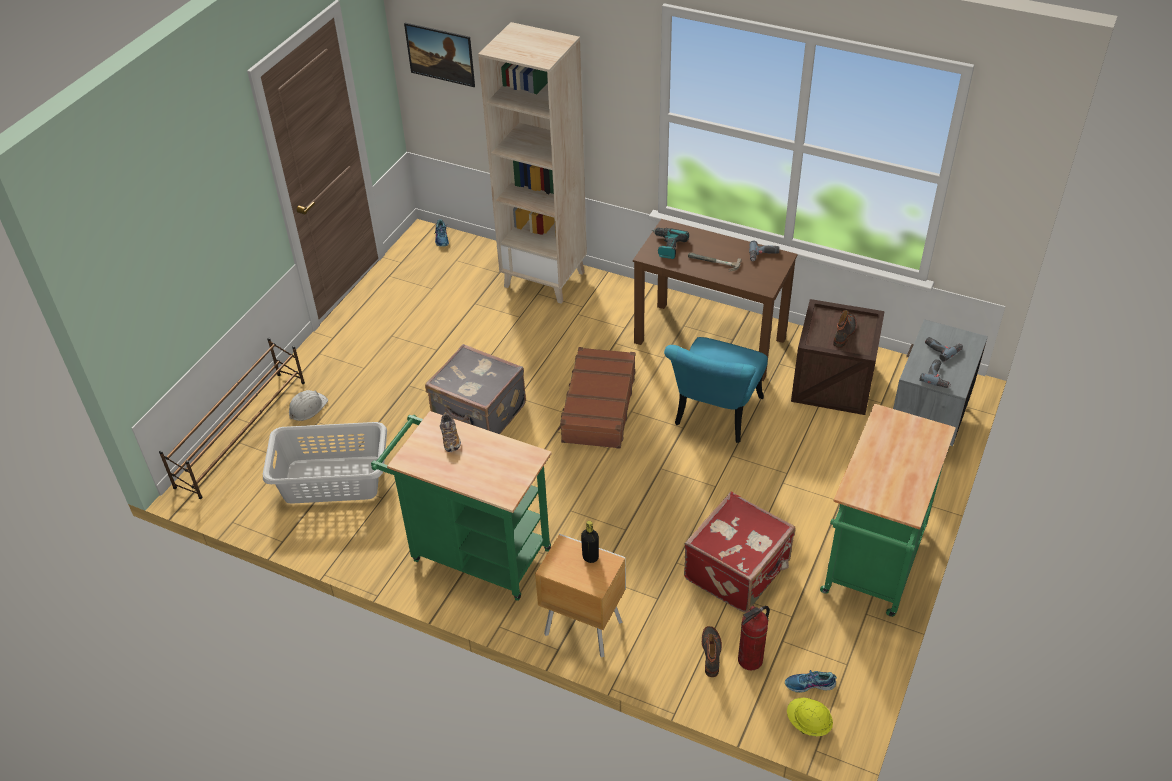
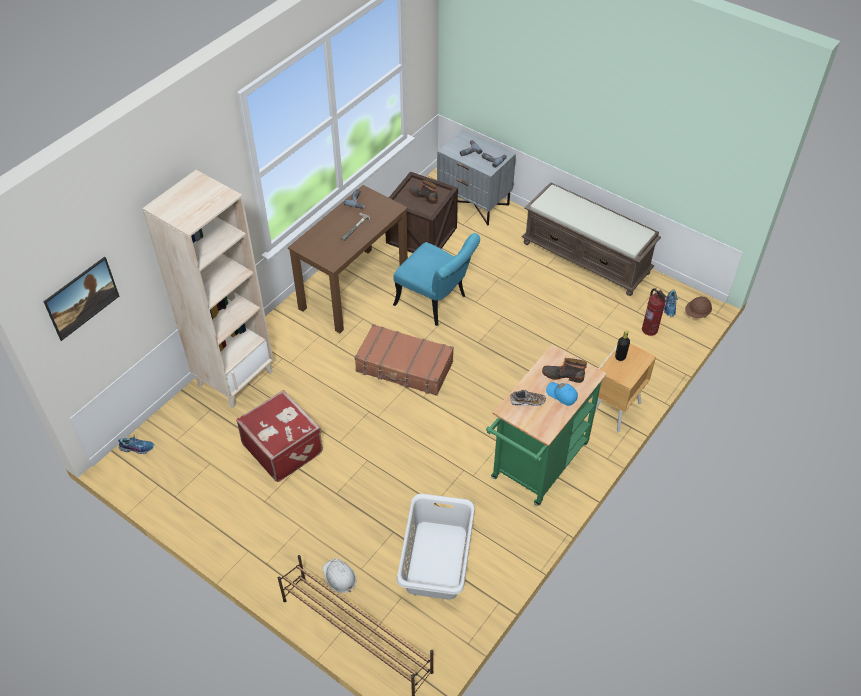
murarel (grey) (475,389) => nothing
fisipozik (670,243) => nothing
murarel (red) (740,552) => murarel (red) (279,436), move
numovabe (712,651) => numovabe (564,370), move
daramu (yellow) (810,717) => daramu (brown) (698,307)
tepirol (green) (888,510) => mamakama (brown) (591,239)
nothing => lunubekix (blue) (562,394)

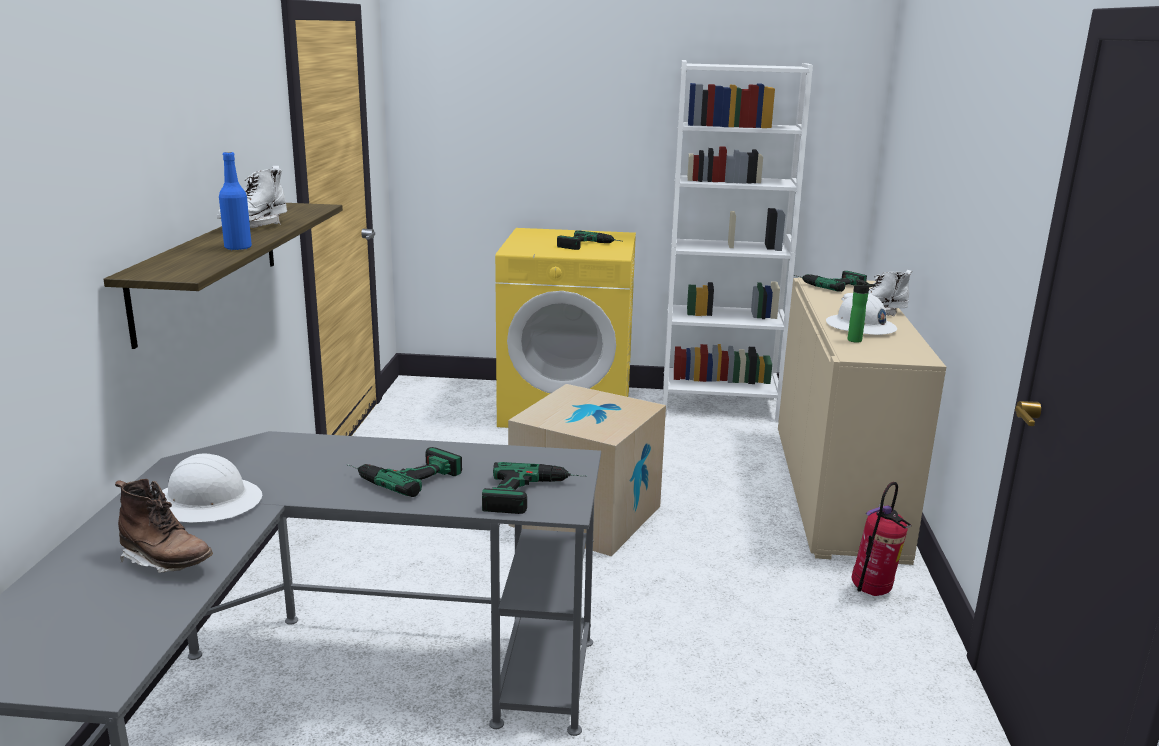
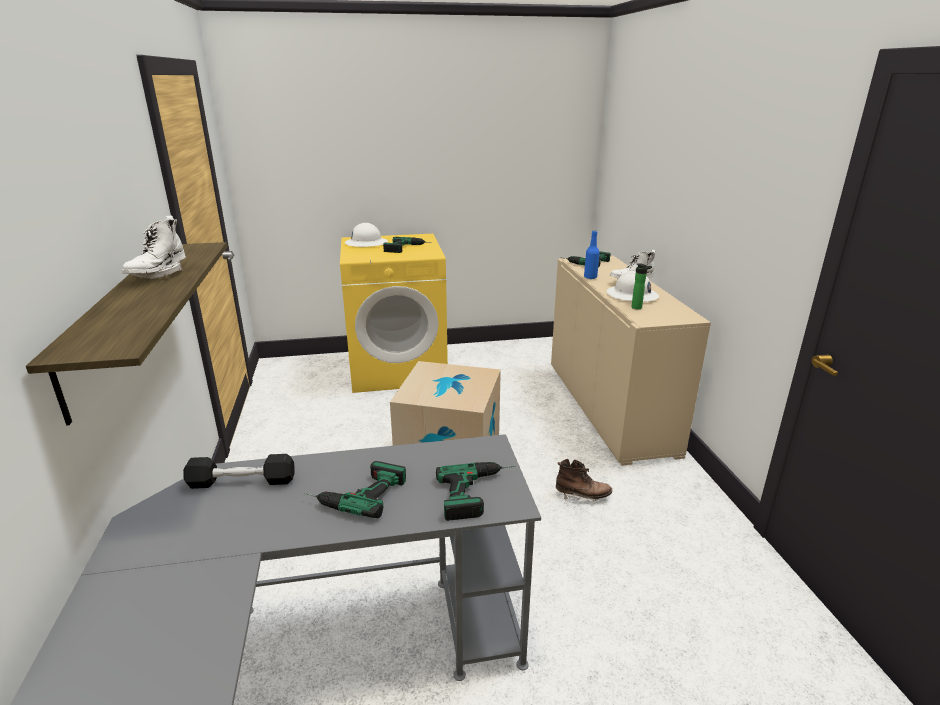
numovabe (brown) (164,526) => numovabe (brown) (584,480), move
daramu (white) (212,488) => daramu (white) (366,235), move
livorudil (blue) (235,201) => livorudil (blue) (592,254), move
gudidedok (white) (738,241) => nothing
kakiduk (881,539) => nothing
nothing => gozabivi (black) (239,471)

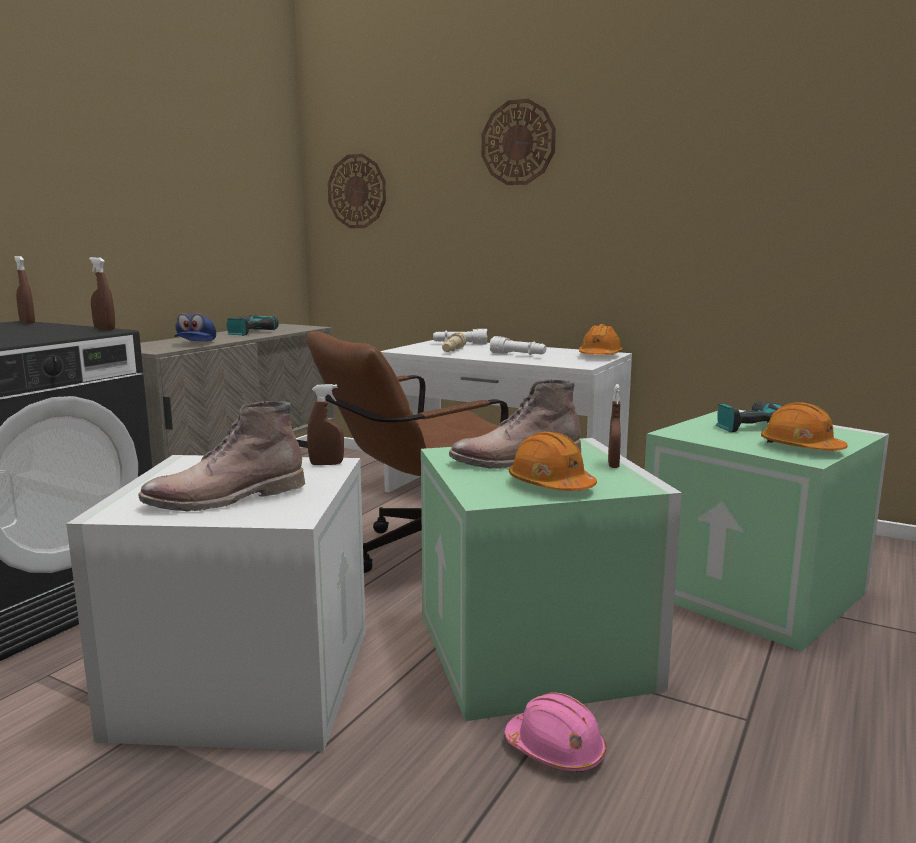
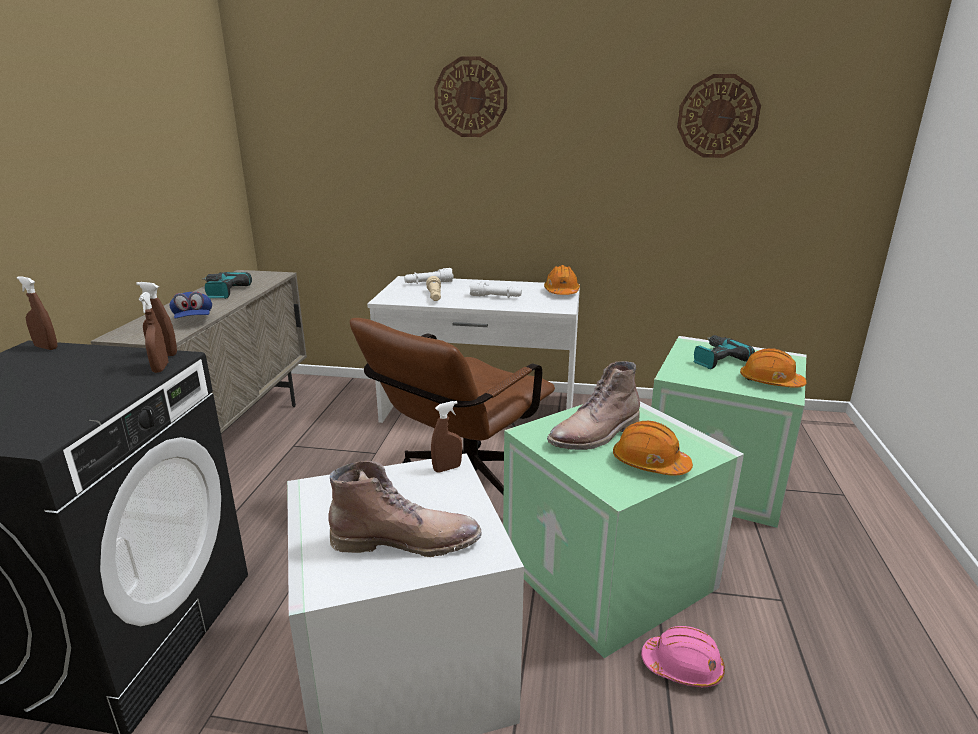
numovabe (brown) (222,456) => numovabe (brown) (404,509), 135 degrees counterclockwise
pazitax (357,191) => pazitax (719,116), move
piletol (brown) (614,426) => piletol (brown) (153,332), move

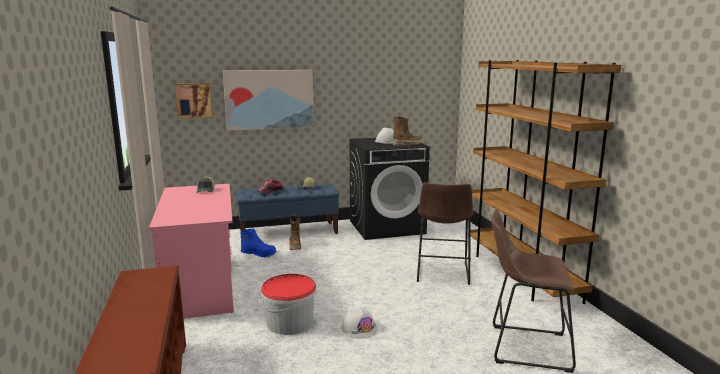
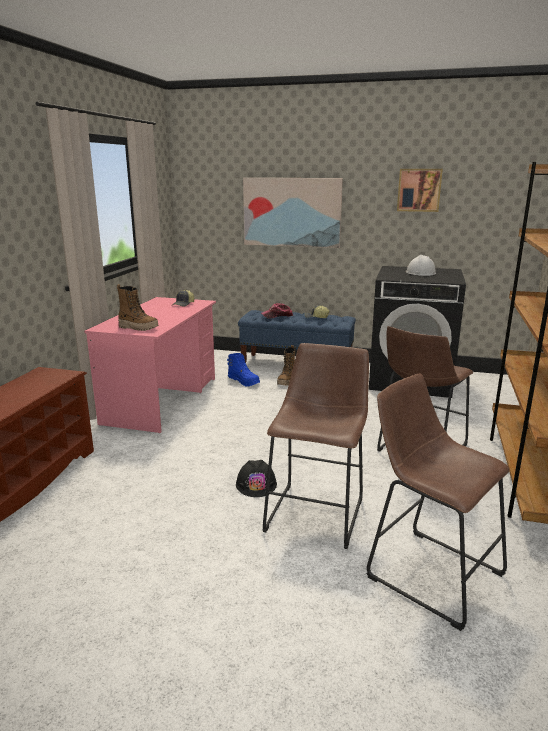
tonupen (193,101) => tonupen (420,190), move
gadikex (289,304) => nothing
daramu (white) (360,323) => daramu (black) (256,478)
numovabe (407,131) => numovabe (138,307), move
nothing => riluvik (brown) (316,446)

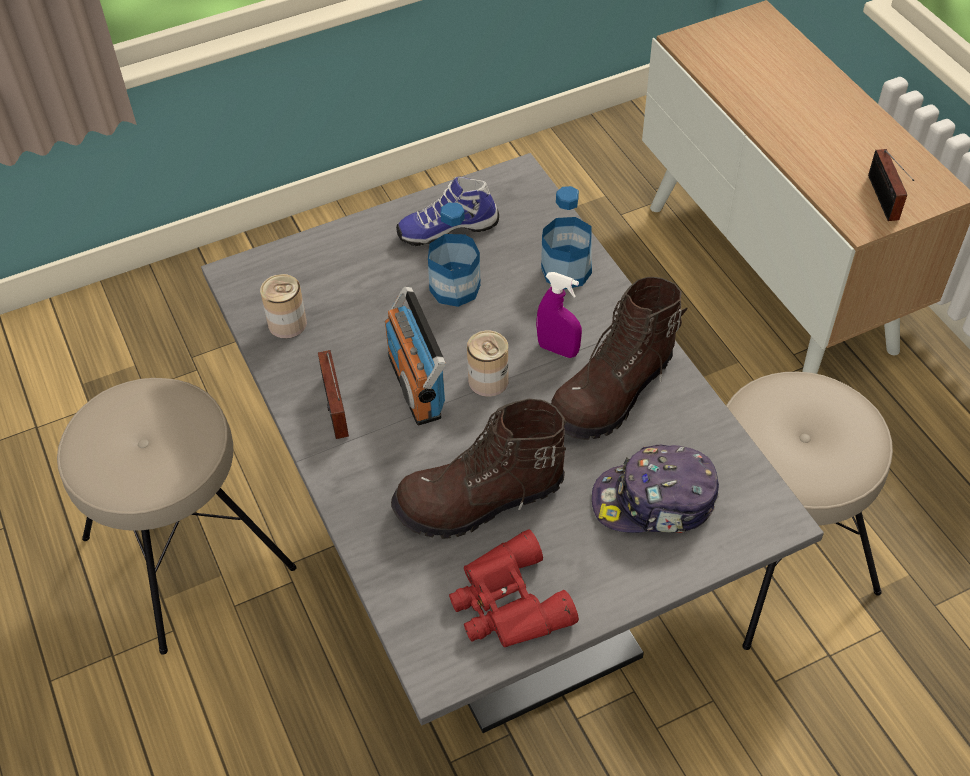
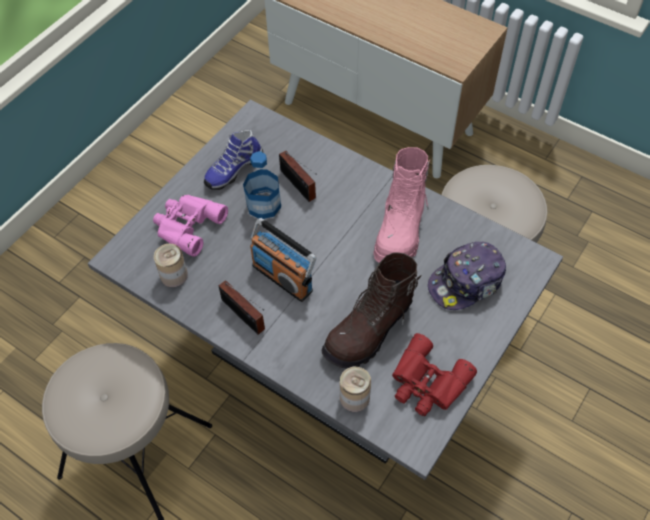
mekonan (487,364) => mekonan (355,389), move
piletol (purple) (559,315) => nothing
livorudil (566,237) => nothing
numovabe (brown) (619,358) => numovabe (pink) (402,205)
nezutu (891,185) => nezutu (298,176), move
nothing => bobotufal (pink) (190,226)

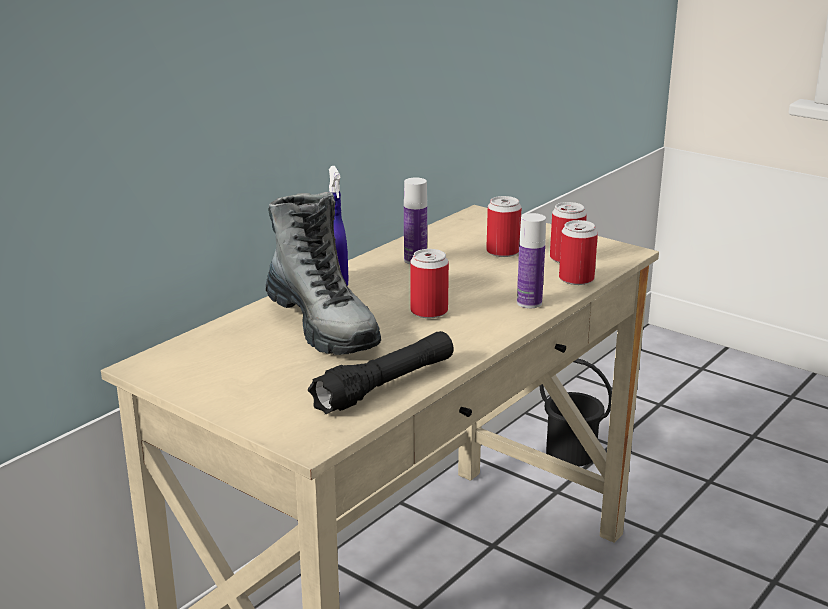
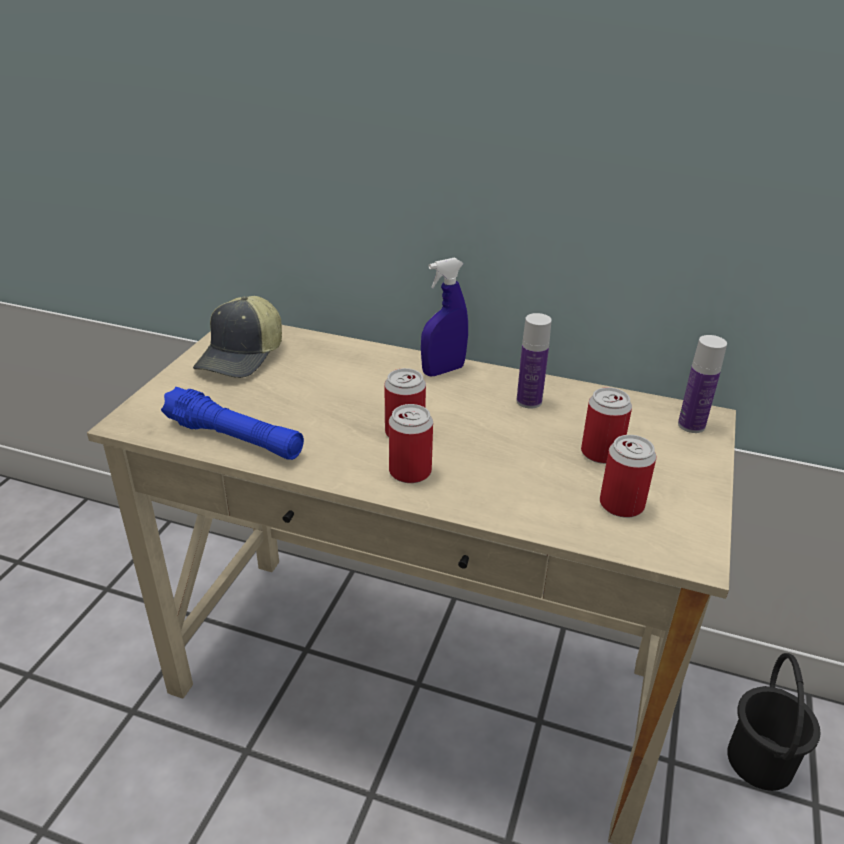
numovabe (323,273) => nothing
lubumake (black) (381,372) => lubumake (blue) (232,423)
livorudil (531,260) => livorudil (702,384), move
mekonan (578,252) => mekonan (411,443), move
nothing => lunubekix (237,337)

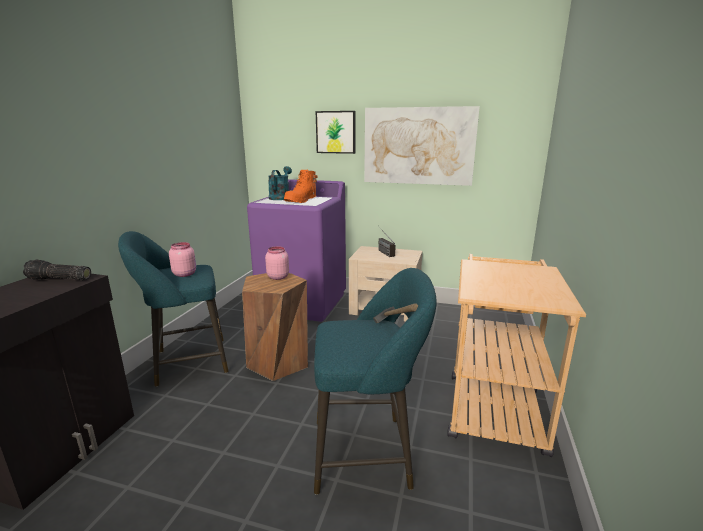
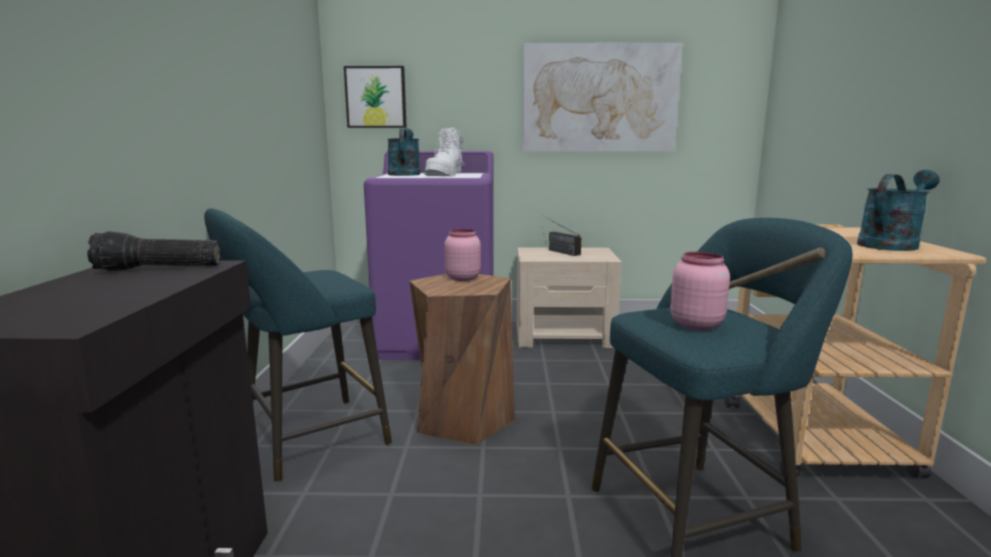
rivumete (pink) (182,259) => rivumete (pink) (700,291), move
numovabe (orange) (301,186) => numovabe (white) (444,151)
tonupen (336,132) => tonupen (375,97), move
nothing => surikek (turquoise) (898,210)

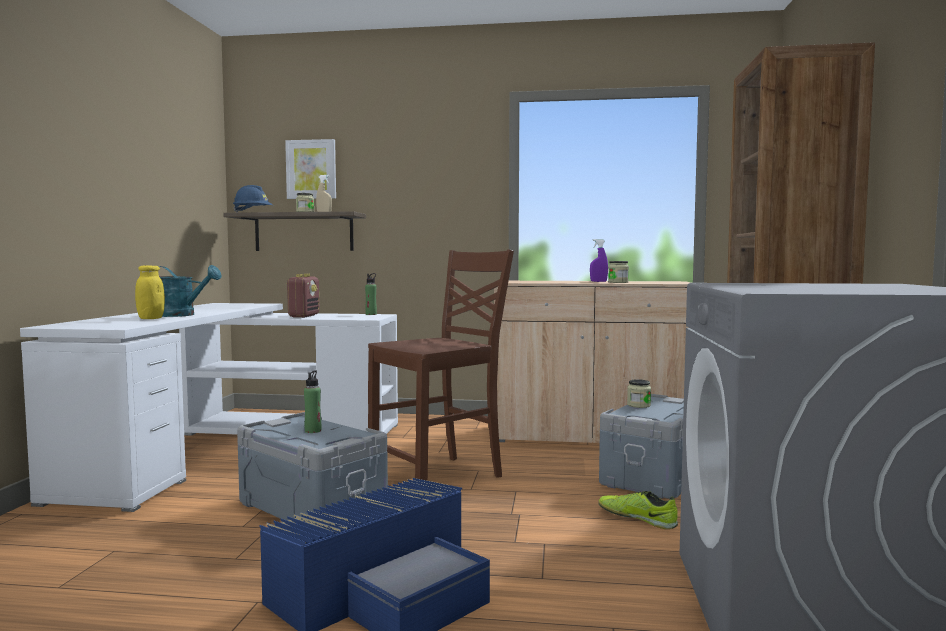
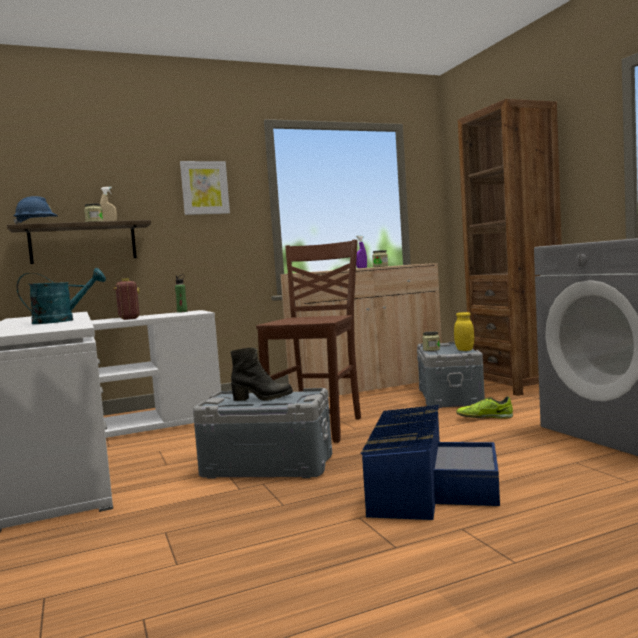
rivumete (yellow) (150,292) => rivumete (yellow) (464,331), move
tonupen (310,169) => tonupen (205,188), move
livorudil (green) (312,401) => numovabe (black) (261,374)

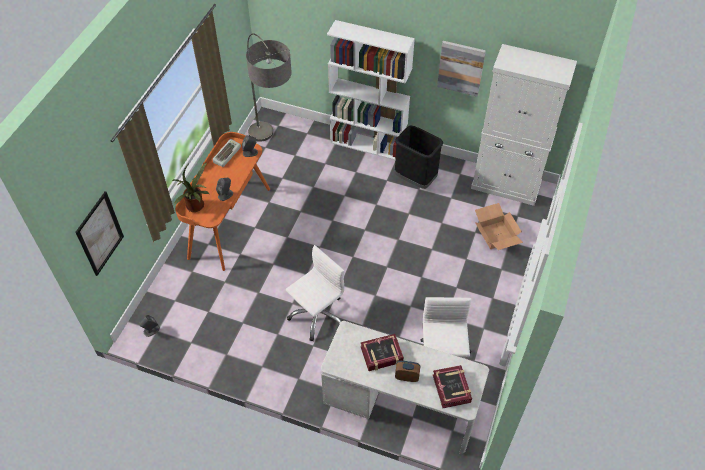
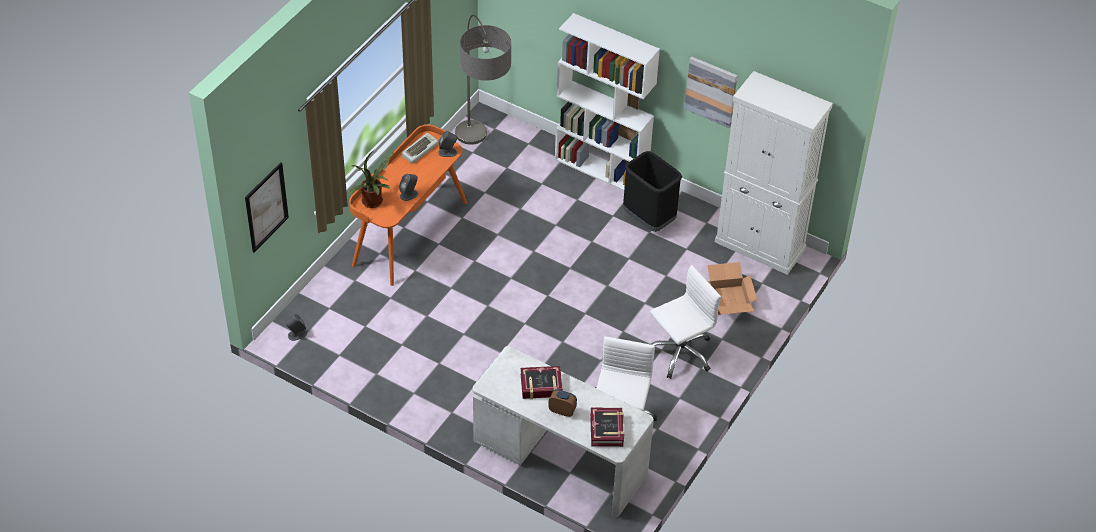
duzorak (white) (315,293) => duzorak (white) (685,322), move

